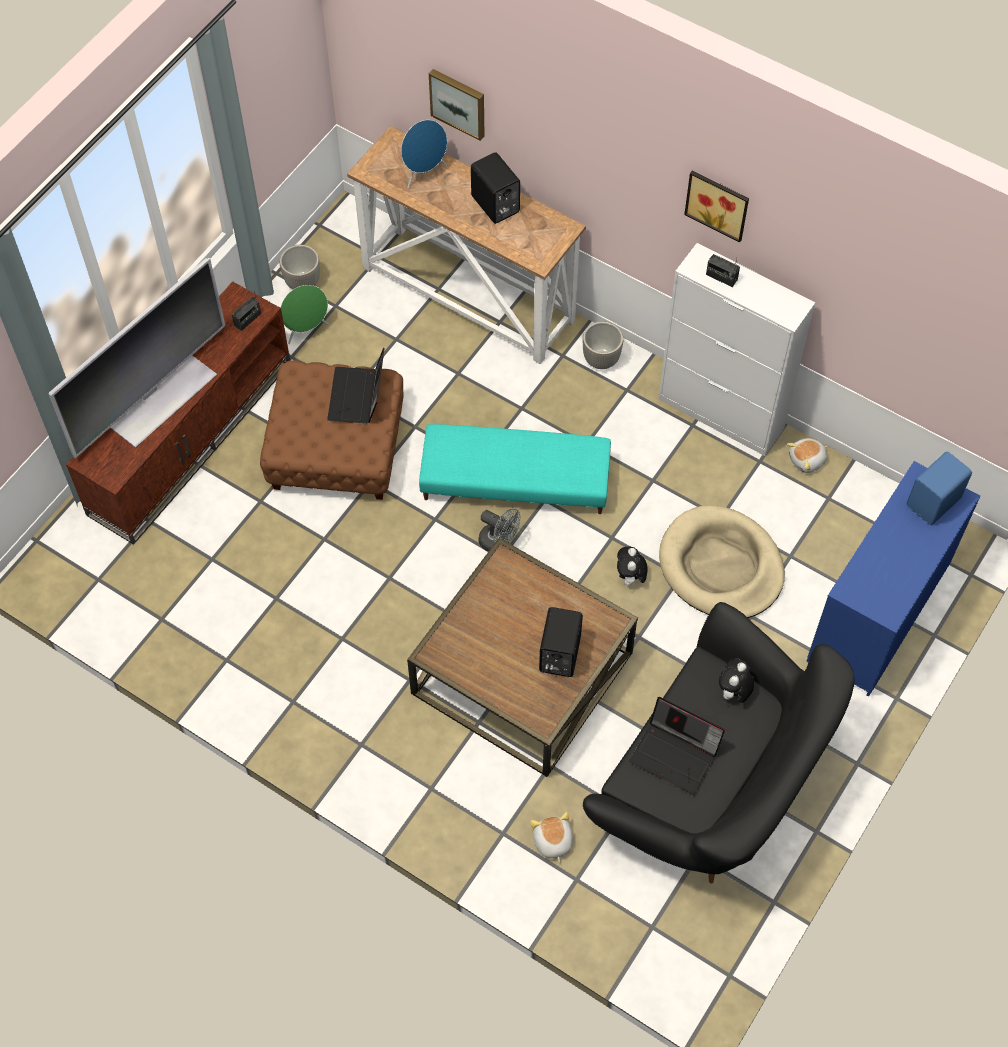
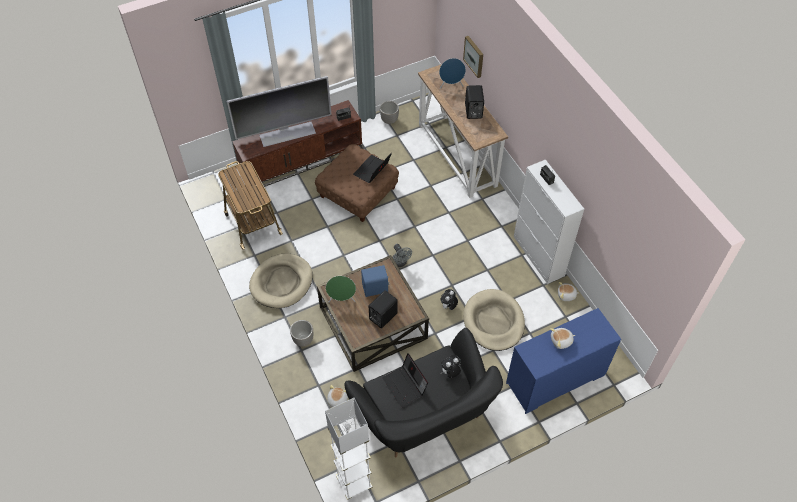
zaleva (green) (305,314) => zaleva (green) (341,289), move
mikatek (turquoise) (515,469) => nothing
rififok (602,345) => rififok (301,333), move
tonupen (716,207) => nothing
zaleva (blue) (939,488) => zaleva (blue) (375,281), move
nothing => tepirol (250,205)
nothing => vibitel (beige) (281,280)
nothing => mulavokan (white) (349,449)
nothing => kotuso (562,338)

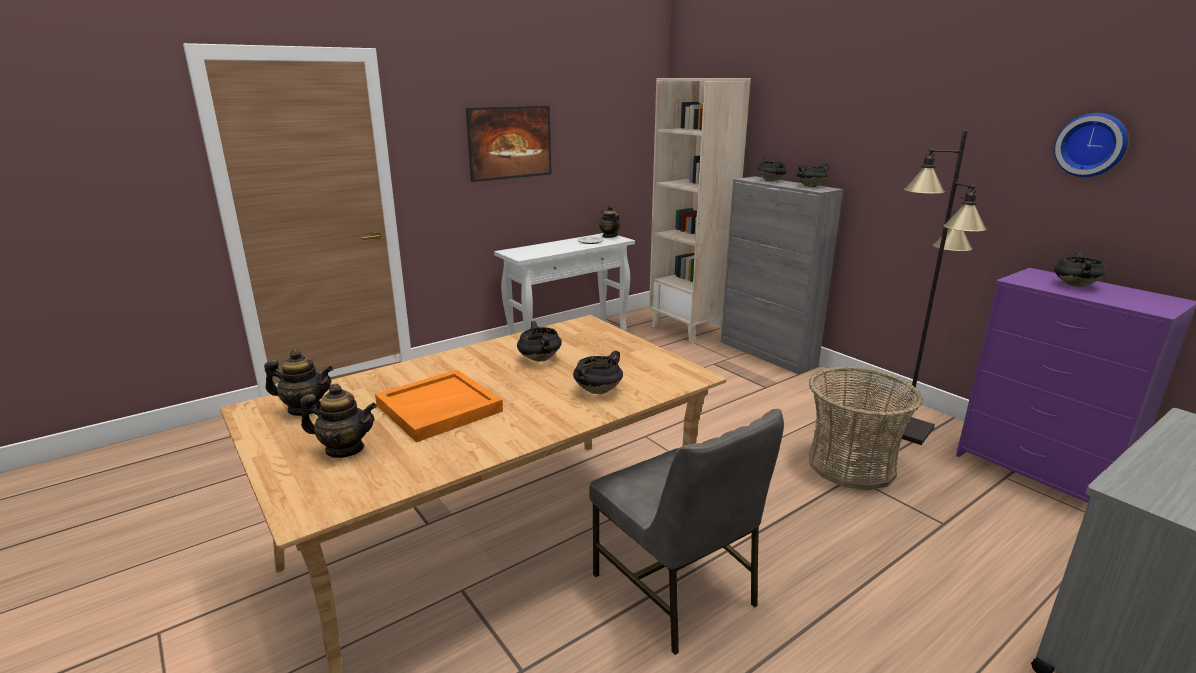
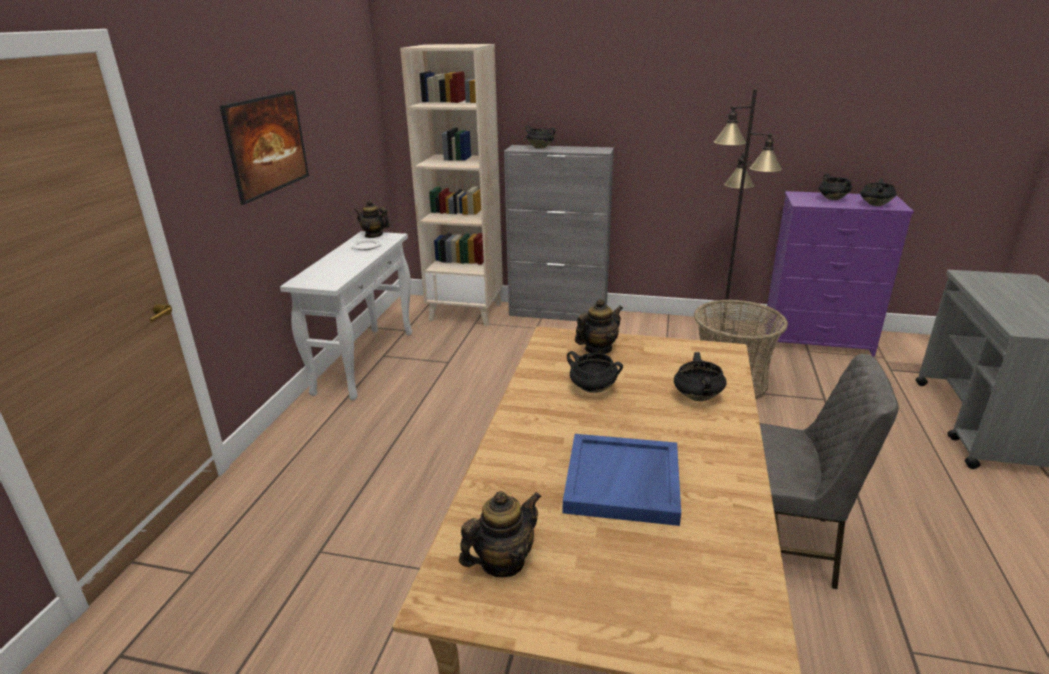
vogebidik (338,421) => vogebidik (599,326), move
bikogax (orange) (439,406) => bikogax (blue) (622,480)
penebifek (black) (812,175) => penebifek (black) (878,192), move
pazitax (1091,145) => nothing

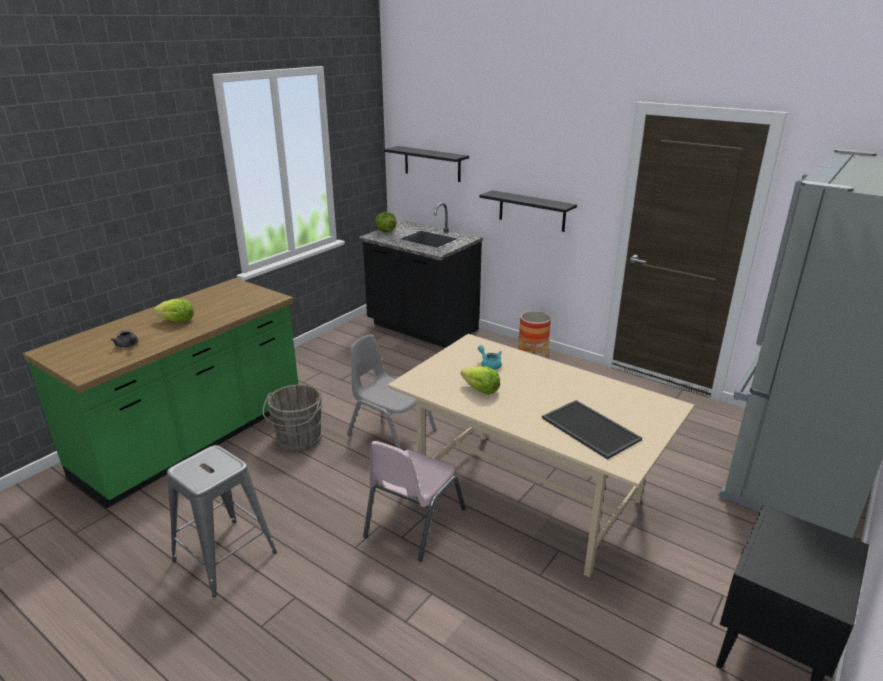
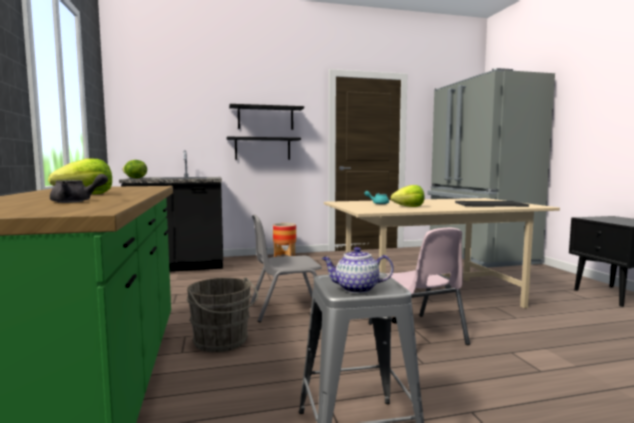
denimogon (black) (426,164) => denimogon (black) (266,117), move
nothing => vogebidik (358,270)

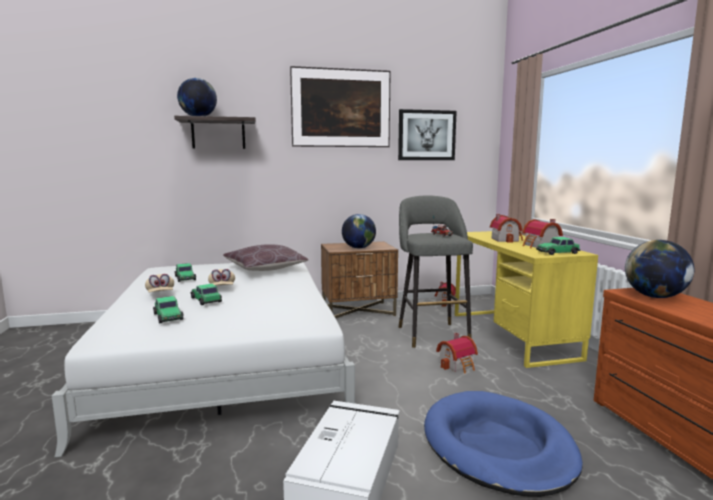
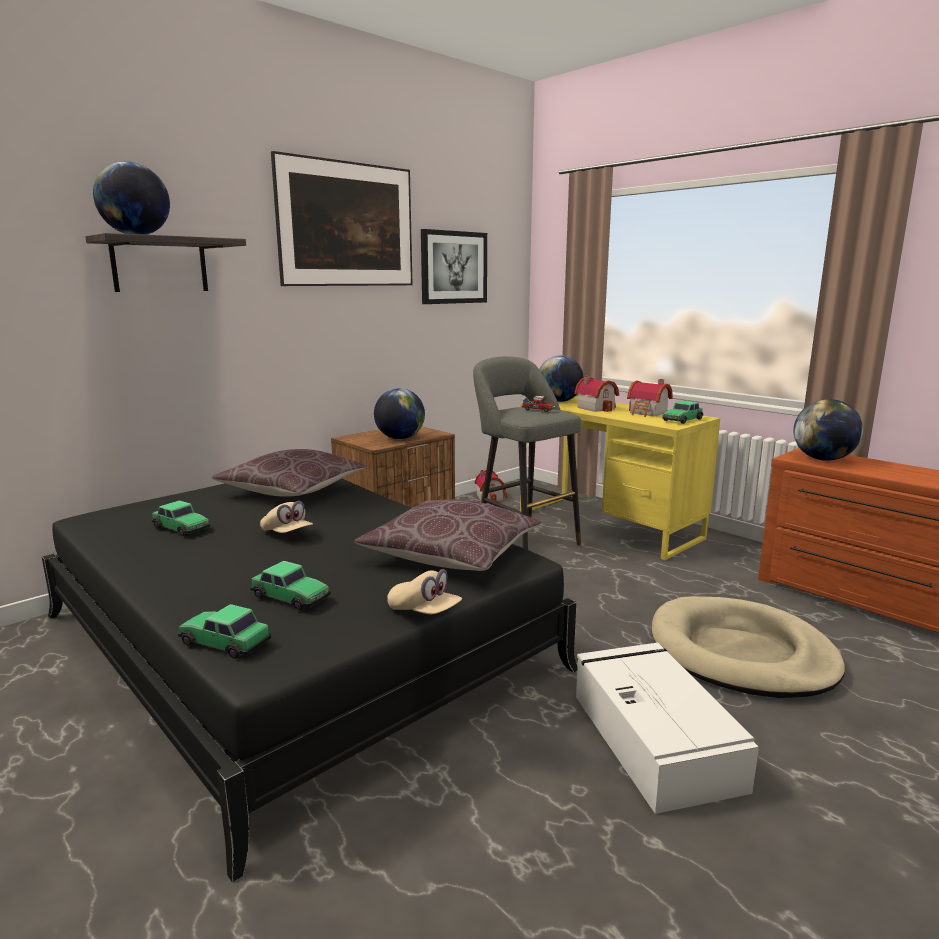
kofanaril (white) (203,360) => kofanaril (black) (310,681)
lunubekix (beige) (159,283) => lunubekix (beige) (424,591), move
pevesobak (206,294) => pevesobak (224,631), move
vibitel (blue) (503,444) => vibitel (beige) (748,647)
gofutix (457,353) => nothing
nothing => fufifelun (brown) (448,535)
nothing => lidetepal (561,378)

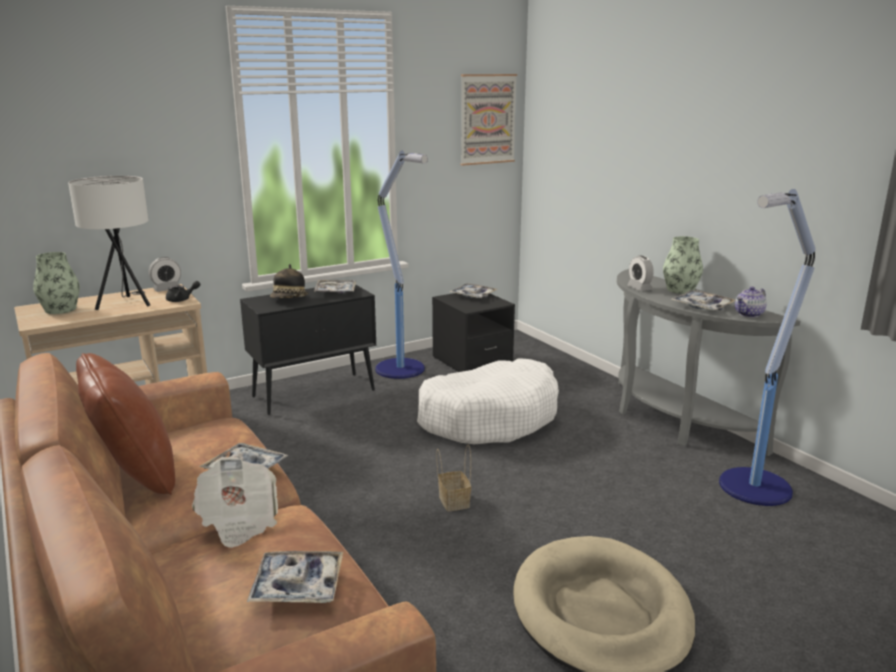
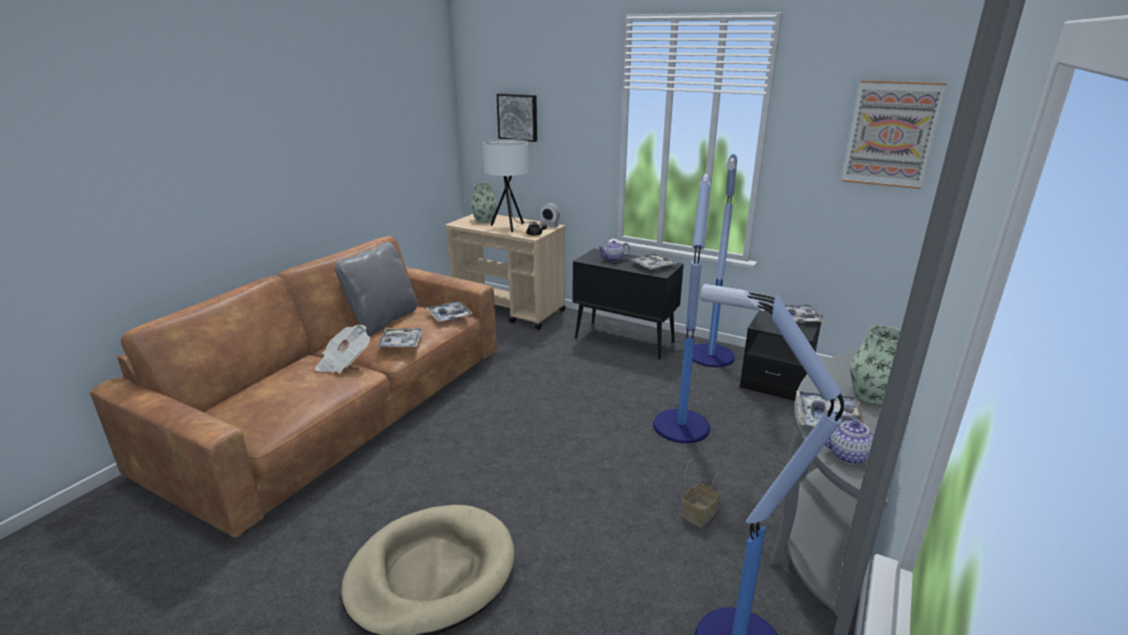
fufifelun (brown) (125,424) => fufifelun (grey) (376,289)
bikogax (295,577) => bikogax (449,311), move
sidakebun (289,281) => vogebidik (614,251)
vibitel (white) (488,401) => mulavokan (682,308)
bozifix (453,478) => bozifix (701,493), move
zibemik (640,273) => nothing
nothing => tonupen (516,117)

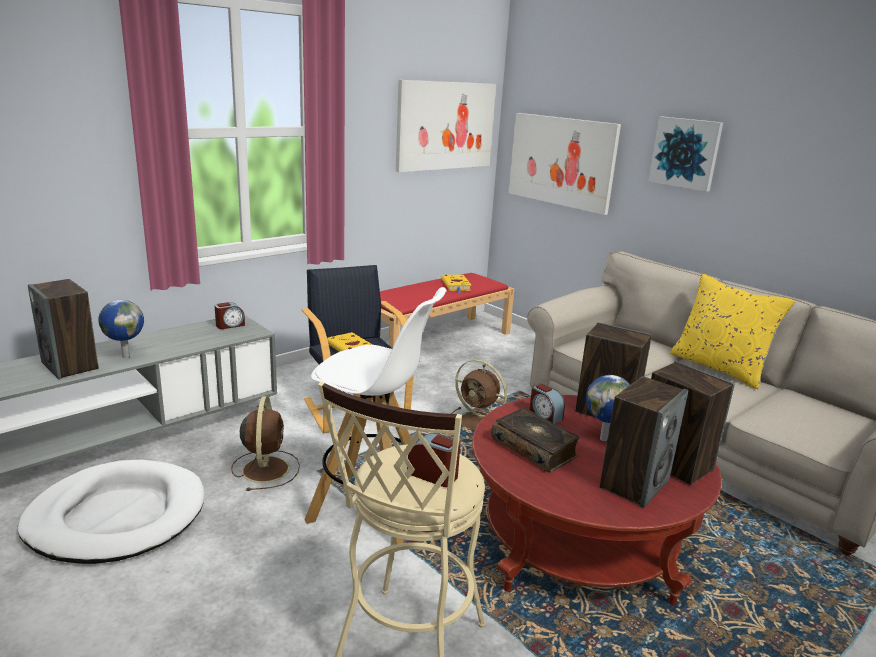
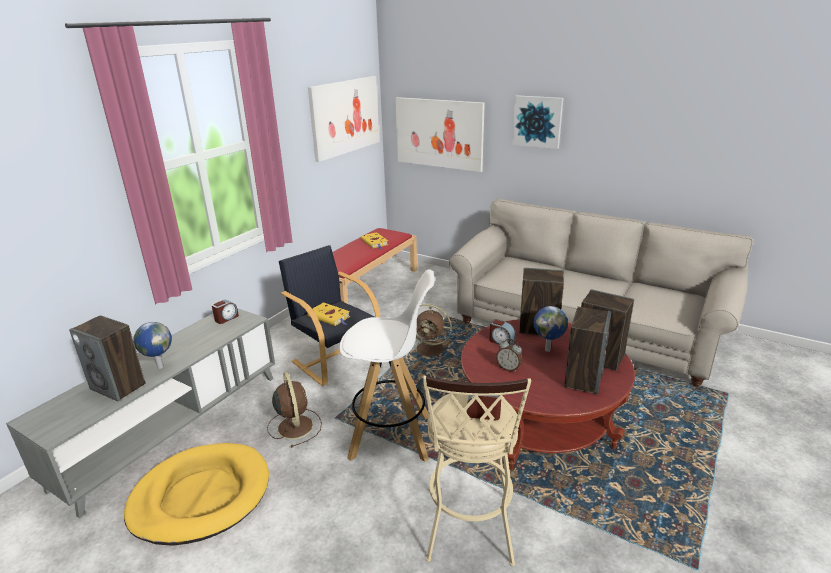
vibitel (white) (110,512) => vibitel (yellow) (196,494)
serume (536,440) => zibemik (509,355)
fufifelun (yellow) (732,331) => nothing

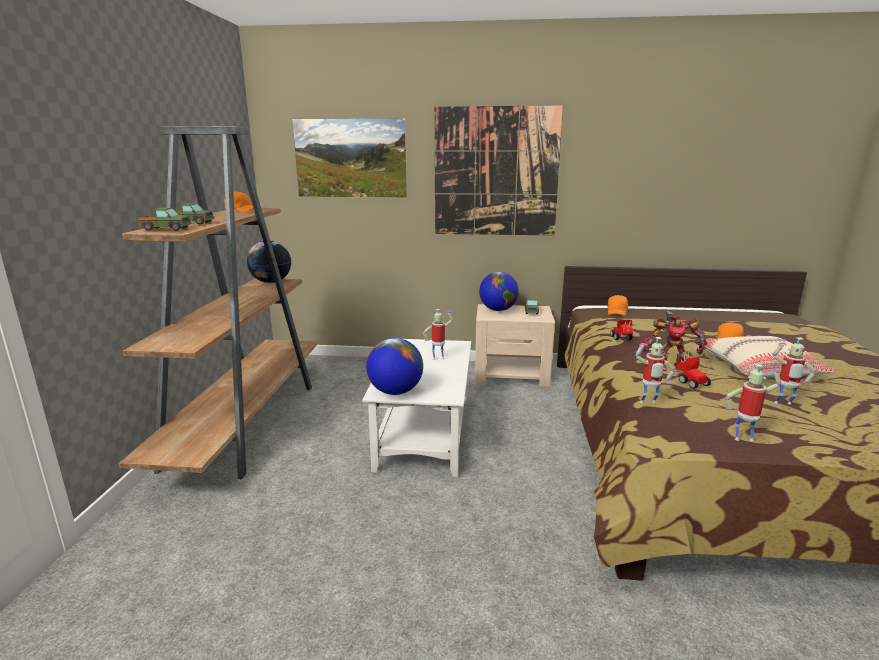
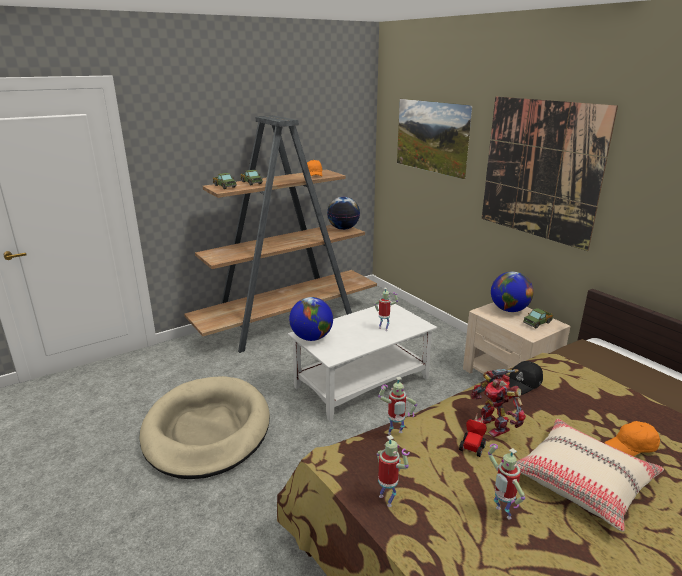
lunubekix (orange) (617,305) => nothing
pevesobak (621,329) => lunubekix (black) (526,378)
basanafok (655,370) => basanafok (397,406), 60 degrees counterclockwise
nothing => vibitel (beige) (204,427)

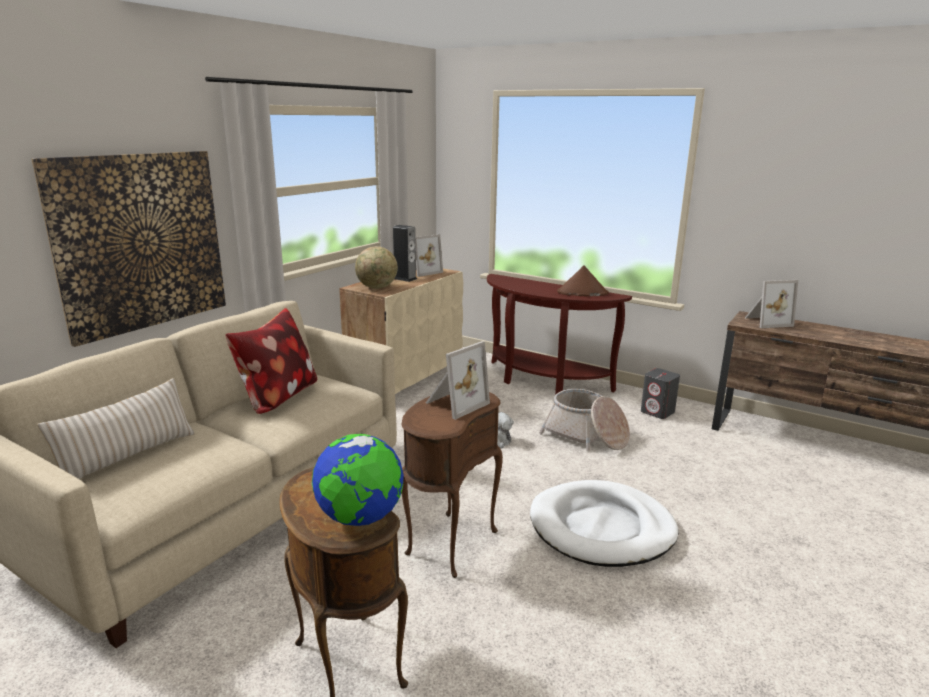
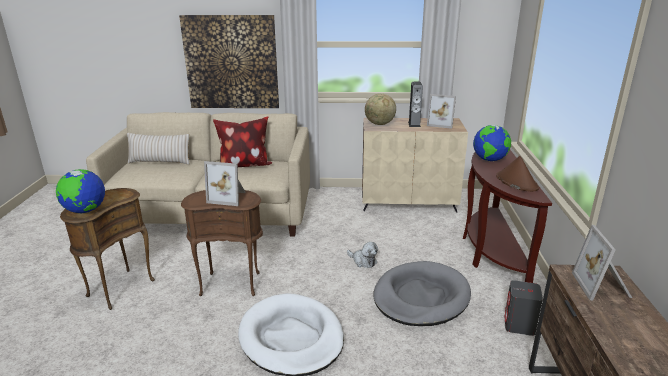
bozifix (584,420) => vibitel (grey) (422,293)
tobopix (771,304) => tobopix (602,262), 45 degrees clockwise
nothing => lidetepal (492,143)

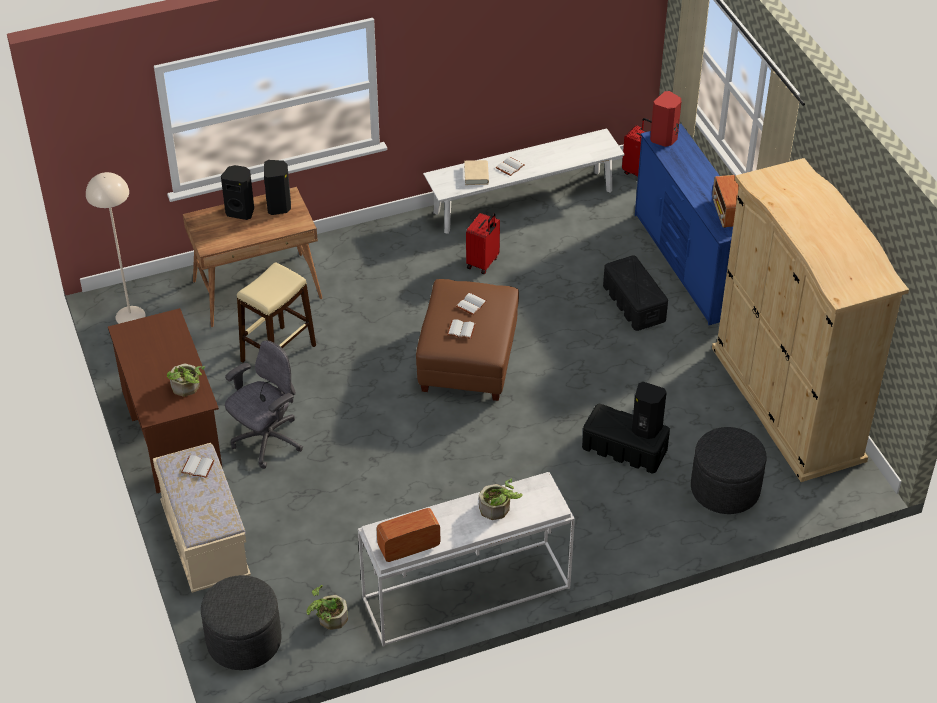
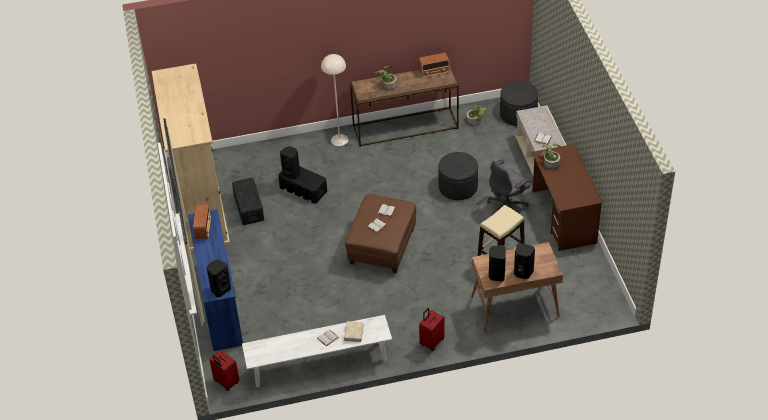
mulavokan (beige) (115,248) => mulavokan (beige) (334,100), move
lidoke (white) (466,559) => lidoke (brown) (404,106)
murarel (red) (483,243) => murarel (red) (431,329), move
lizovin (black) (635,293) => lizovin (black) (248,201), move
zaleva (red) (665,119) => zaleva (black) (219,278)
mikatek (grey) (728,470) => mikatek (grey) (458,176), move

